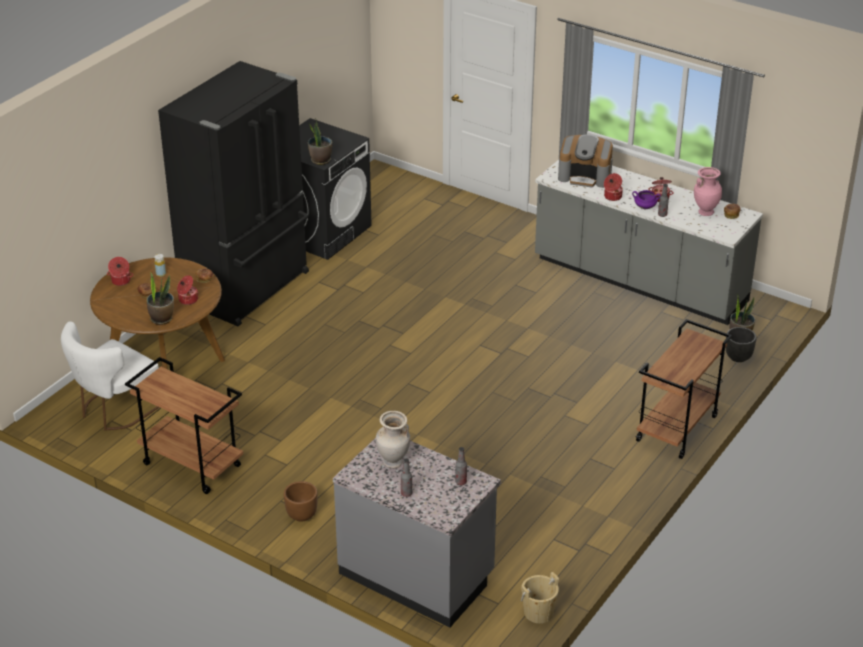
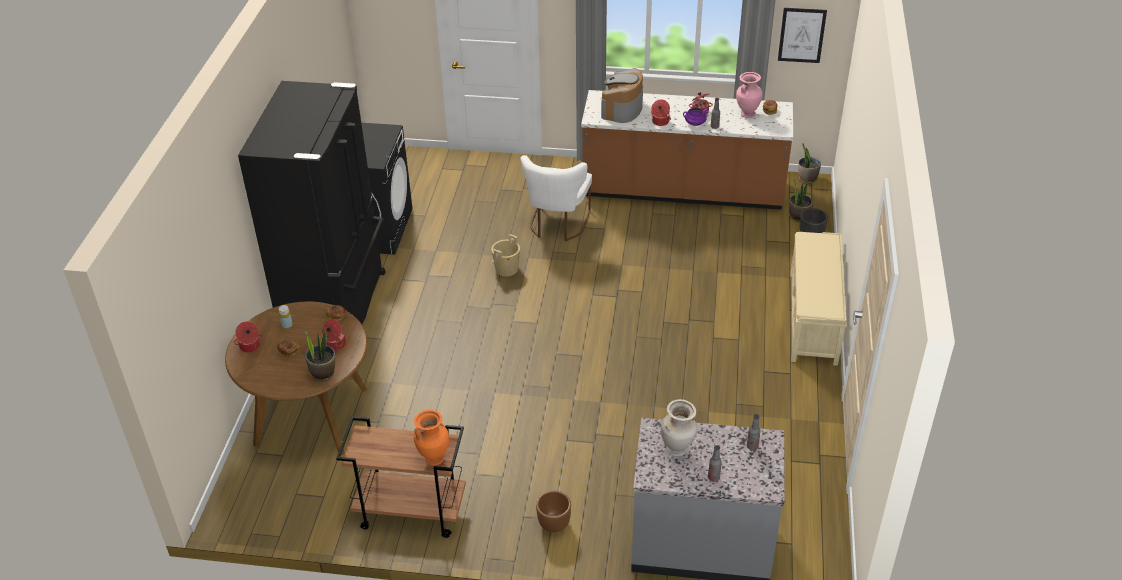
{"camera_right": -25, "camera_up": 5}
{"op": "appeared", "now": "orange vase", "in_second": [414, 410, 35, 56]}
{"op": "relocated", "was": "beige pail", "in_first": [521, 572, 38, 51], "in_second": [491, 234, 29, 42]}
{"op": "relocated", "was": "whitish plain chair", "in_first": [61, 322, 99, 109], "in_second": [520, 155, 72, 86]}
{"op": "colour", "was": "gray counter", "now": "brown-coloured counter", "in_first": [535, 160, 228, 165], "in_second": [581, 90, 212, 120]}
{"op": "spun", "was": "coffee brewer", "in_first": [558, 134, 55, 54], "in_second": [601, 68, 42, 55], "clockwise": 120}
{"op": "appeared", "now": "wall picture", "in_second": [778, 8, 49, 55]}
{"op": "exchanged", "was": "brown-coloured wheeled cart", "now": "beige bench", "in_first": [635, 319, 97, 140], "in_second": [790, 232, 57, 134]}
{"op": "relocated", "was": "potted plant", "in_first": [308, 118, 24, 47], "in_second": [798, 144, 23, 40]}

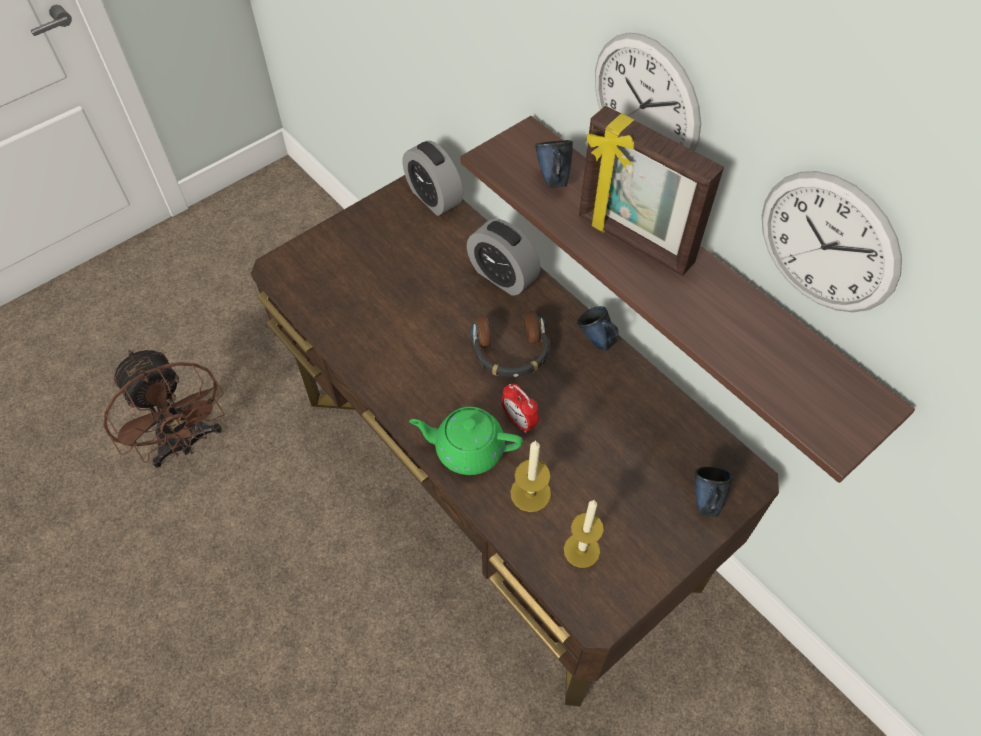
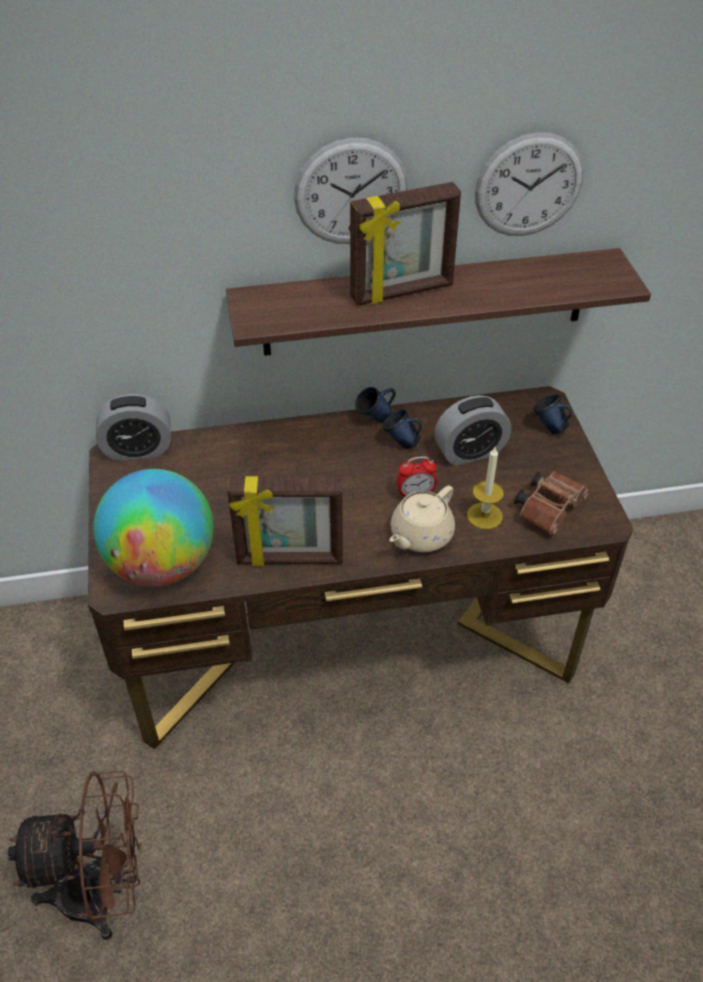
{"camera_right": -60, "camera_up": -10}
{"op": "appeared", "now": "desk globe", "in_second": [93, 469, 121, 118]}
{"op": "appeared", "now": "standing frame", "in_second": [227, 476, 116, 90]}
{"op": "relocated", "was": "blue tea mug", "in_first": [535, 140, 38, 48], "in_second": [382, 409, 41, 40]}
{"op": "colour", "was": "greenish tea pot", "now": "beige tea pot", "in_first": [409, 407, 114, 68], "in_second": [389, 486, 66, 66]}
{"op": "relocated", "was": "alarm clock", "in_first": [467, 219, 74, 77], "in_second": [434, 395, 77, 71]}
{"op": "exchanged", "was": "wax candle", "now": "brown-coloured binoculars", "in_first": [564, 500, 40, 68], "in_second": [514, 471, 75, 64]}
{"op": "missing", "was": "pair of headphones", "in_first": [470, 311, 79, 66]}

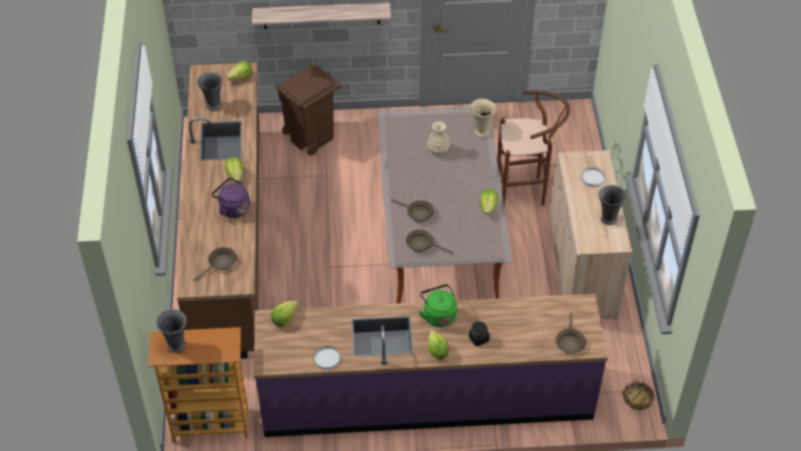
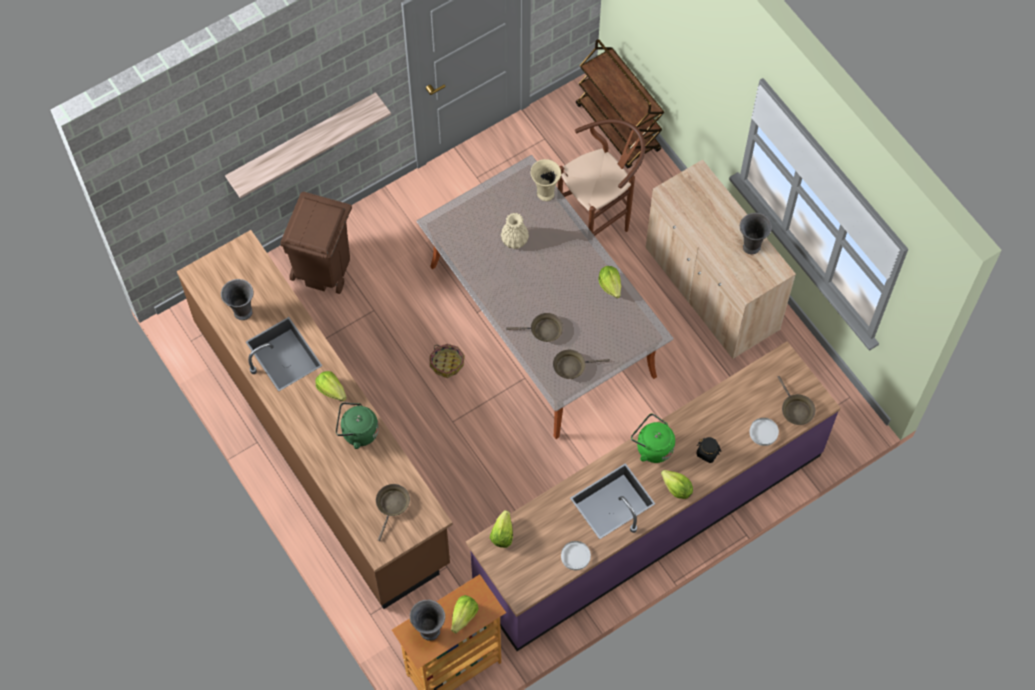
{"camera_right": -30, "camera_up": 15}
{"op": "colour", "was": "purplish tea kettle", "now": "greenish tea kettle", "in_first": [212, 178, 38, 40], "in_second": [336, 402, 43, 47]}
{"op": "relocated", "was": "household basket", "in_first": [622, 380, 33, 30], "in_second": [430, 344, 35, 34]}
{"op": "relocated", "was": "lettuce head", "in_first": [226, 61, 26, 19], "in_second": [451, 595, 28, 39]}
{"op": "appeared", "now": "brown-coloured wheeled cart", "in_second": [576, 39, 88, 130]}
{"op": "relocated", "was": "whitish plate", "in_first": [581, 167, 24, 20], "in_second": [749, 418, 30, 28]}

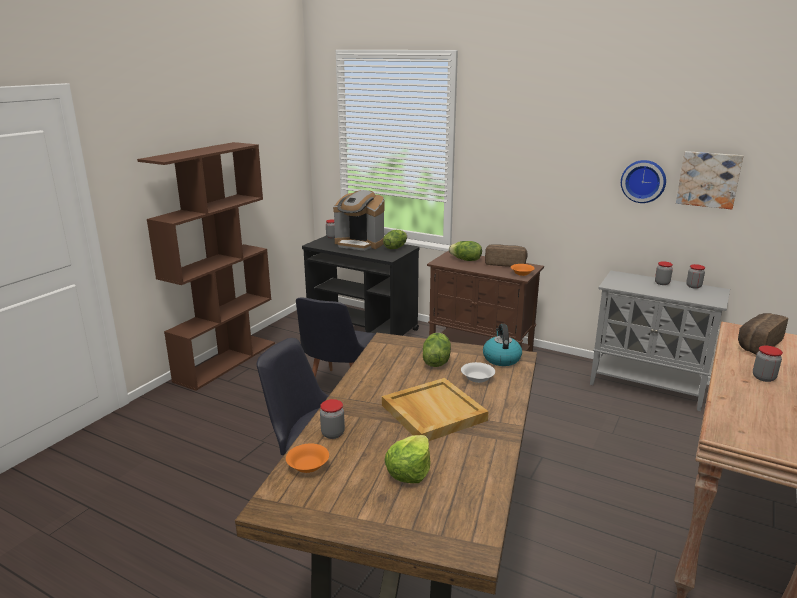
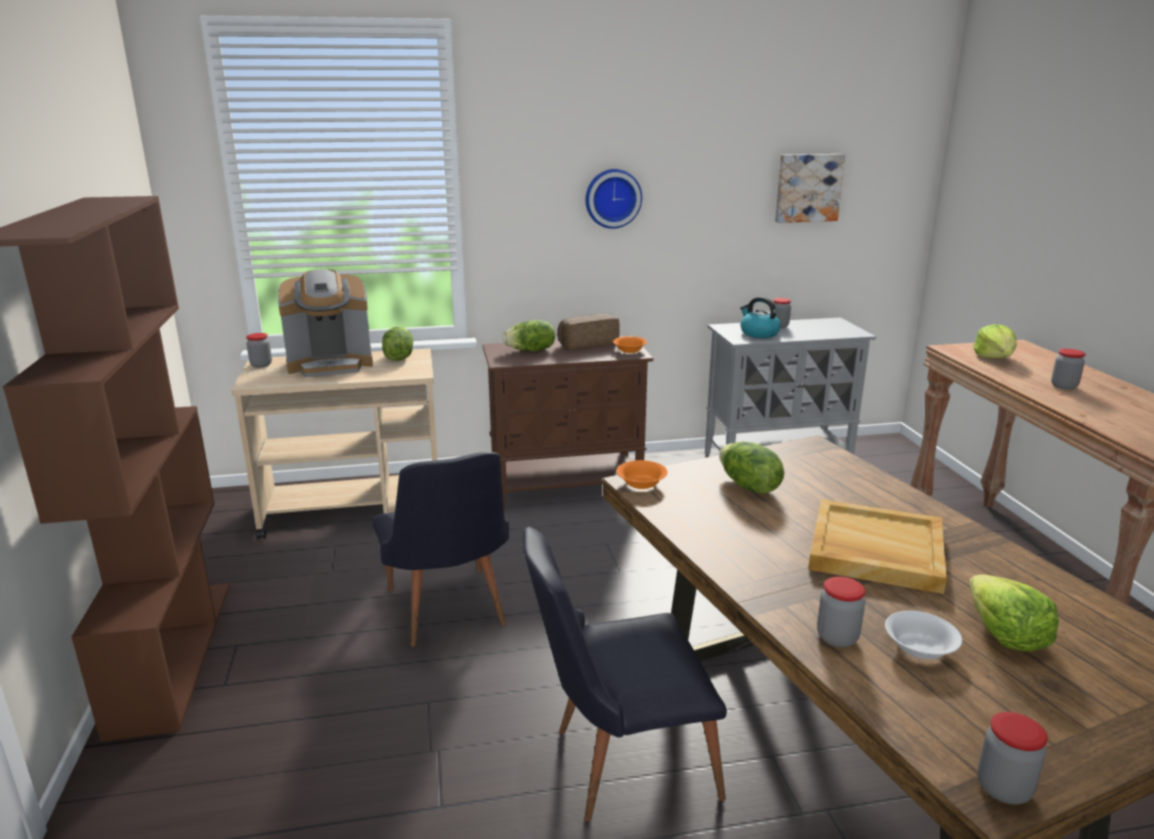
{"camera_right": -40, "camera_up": 0}
{"op": "colour", "was": "black-coloured wheeled cart", "now": "beige wheeled cart", "in_first": [302, 236, 118, 100], "in_second": [231, 349, 207, 190]}
{"op": "relocated", "was": "wall clock", "in_first": [621, 160, 45, 43], "in_second": [586, 169, 56, 60]}
{"op": "relocated", "was": "orange deep dish", "in_first": [286, 444, 43, 29], "in_second": [617, 460, 51, 29]}
{"op": "relocated", "was": "tea kettle", "in_first": [483, 324, 39, 42], "in_second": [740, 297, 41, 41]}
{"op": "relocated", "was": "whitish deep dish", "in_first": [461, 362, 34, 21], "in_second": [885, 611, 77, 49]}
{"op": "exchanged", "was": "bakery bread", "now": "lettuce head", "in_first": [738, 313, 50, 41], "in_second": [973, 324, 44, 34]}
{"op": "relocated", "was": "preserve jar", "in_first": [686, 264, 19, 25], "in_second": [978, 712, 70, 92]}

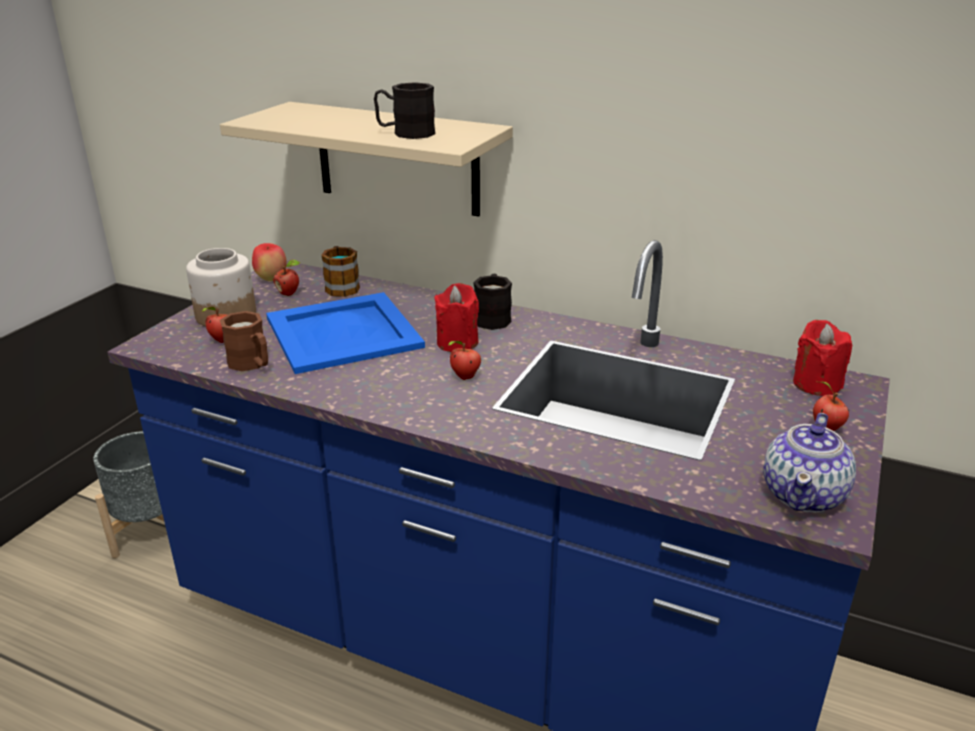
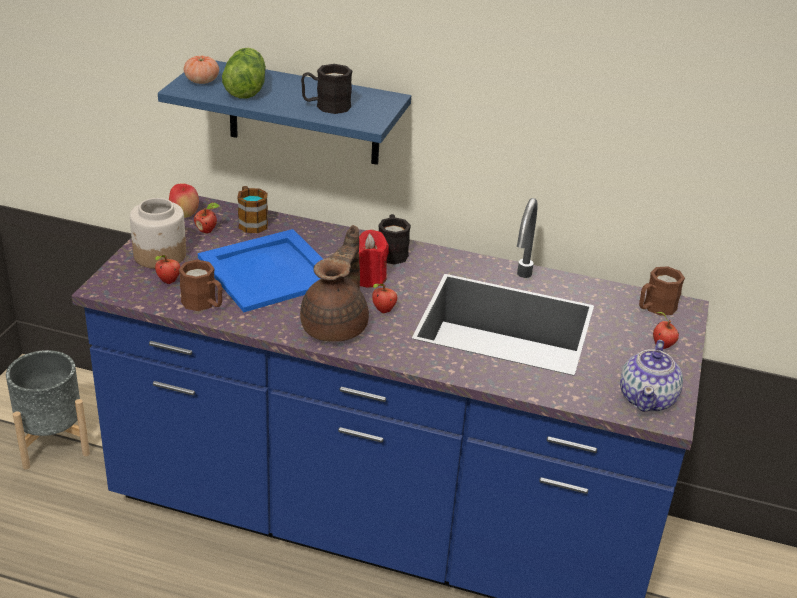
{"camera_right": -10, "camera_up": 5}
{"op": "colour", "was": "beige shelf", "now": "blue shelf", "in_first": [220, 102, 293, 115], "in_second": [158, 60, 253, 105]}
{"op": "appeared", "now": "whole tomato", "in_second": [184, 56, 35, 28]}
{"op": "appeared", "now": "lettuce head", "in_second": [222, 48, 44, 51]}
{"op": "appeared", "now": "brown-coloured tea pot", "in_second": [300, 225, 69, 117]}
{"op": "exchanged", "was": "red-coloured wax candle", "now": "brown-coloured tea mug", "in_first": [793, 320, 59, 76], "in_second": [639, 266, 46, 50]}

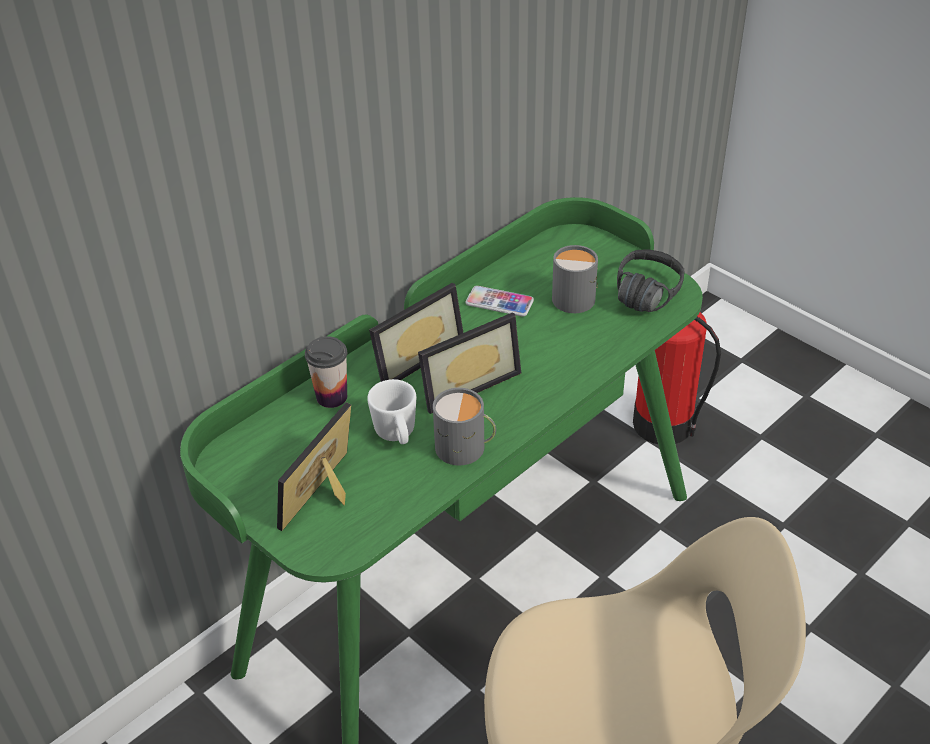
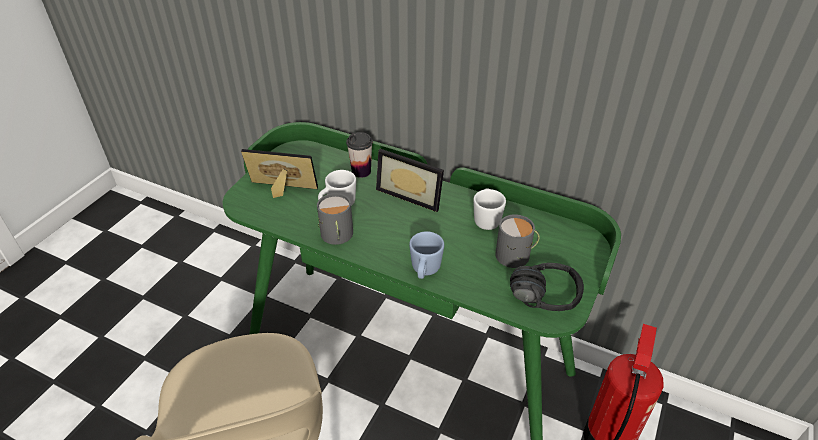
{"camera_right": 70, "camera_up": 0}
{"op": "appeared", "now": "blue tea mug", "in_second": [409, 231, 35, 48]}
{"op": "exchanged", "was": "telephone", "now": "whitish tea mug", "in_first": [466, 286, 68, 30], "in_second": [473, 188, 33, 42]}
{"op": "missing", "was": "standing frame", "in_first": [418, 312, 103, 102]}

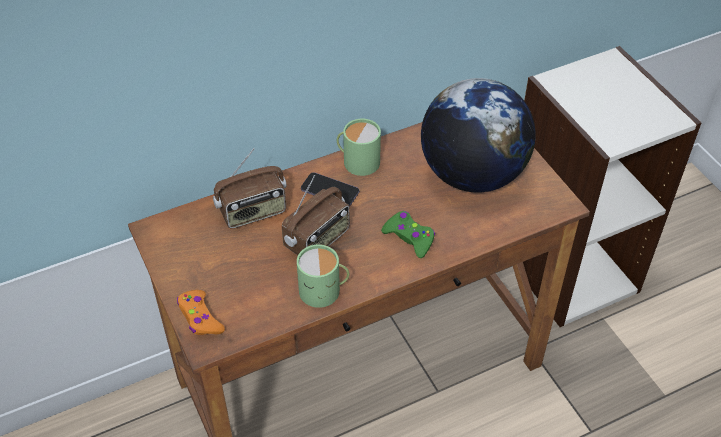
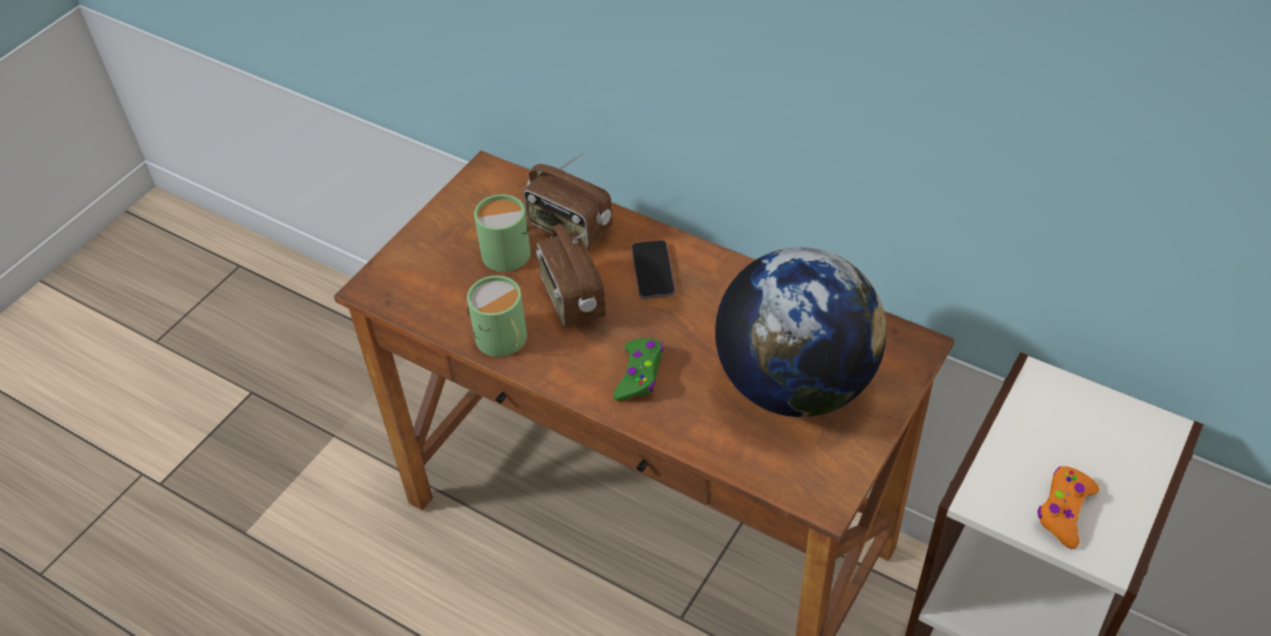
{"camera_right": 60, "camera_up": 0}
{"op": "relocated", "was": "greenish tea mug", "in_first": [337, 119, 44, 57], "in_second": [474, 194, 57, 78]}
{"op": "spun", "was": "radio set", "in_first": [282, 175, 68, 80], "in_second": [536, 224, 70, 103], "clockwise": 60}
{"op": "relocated", "was": "orange joypad", "in_first": [177, 290, 48, 45], "in_second": [1038, 466, 62, 83]}

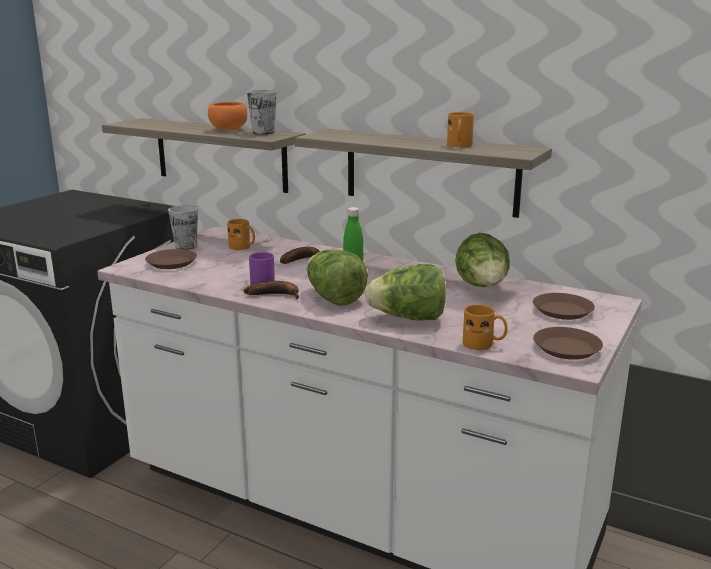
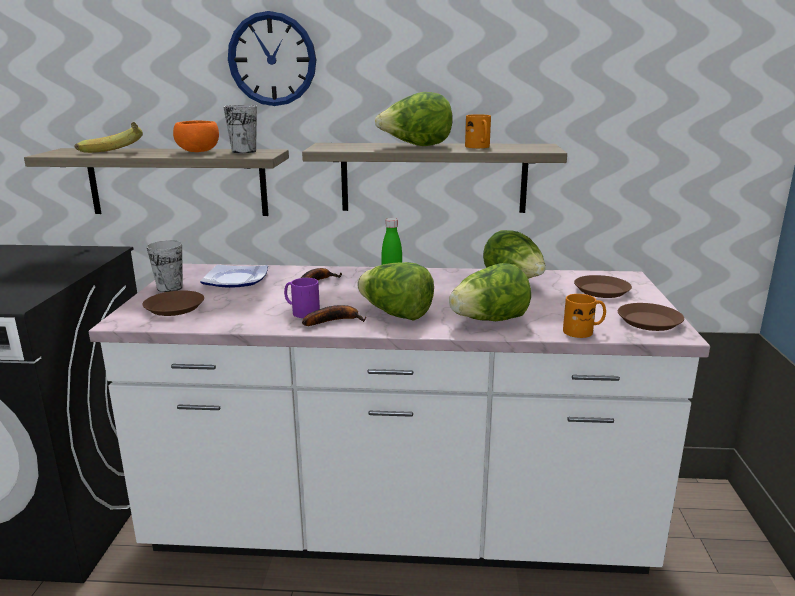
{"camera_right": -25, "camera_up": 0}
{"op": "appeared", "now": "whole banana", "in_second": [75, 122, 68, 31]}
{"op": "exchanged", "was": "orange tea mug", "now": "plate", "in_first": [227, 219, 28, 31], "in_second": [200, 265, 68, 23]}
{"op": "appeared", "now": "wall clock", "in_second": [228, 11, 88, 95]}
{"op": "appeared", "now": "lettuce head", "in_second": [375, 92, 78, 54]}

